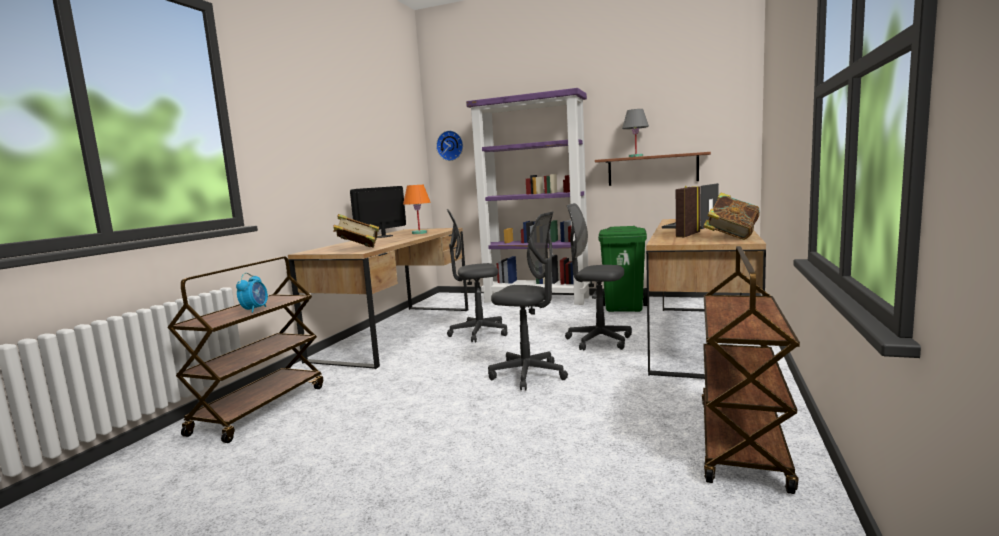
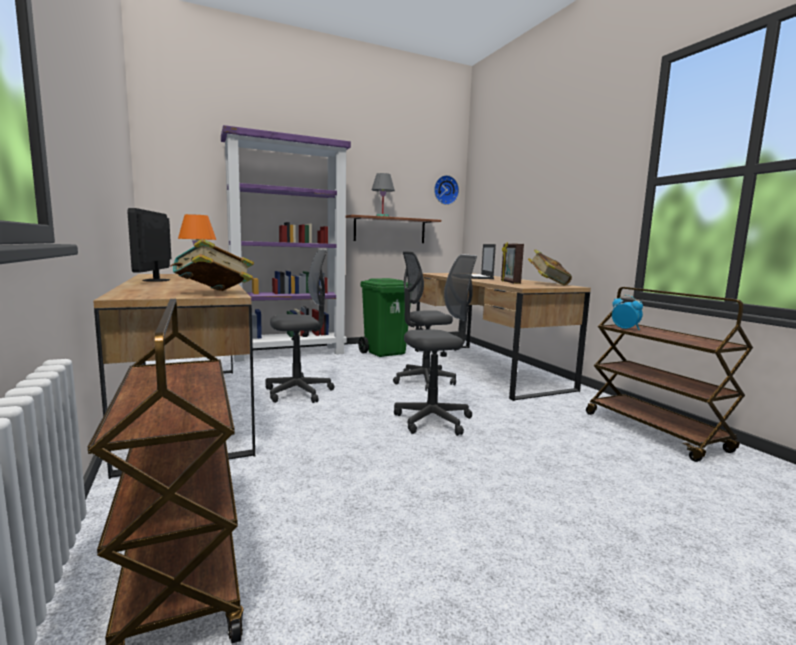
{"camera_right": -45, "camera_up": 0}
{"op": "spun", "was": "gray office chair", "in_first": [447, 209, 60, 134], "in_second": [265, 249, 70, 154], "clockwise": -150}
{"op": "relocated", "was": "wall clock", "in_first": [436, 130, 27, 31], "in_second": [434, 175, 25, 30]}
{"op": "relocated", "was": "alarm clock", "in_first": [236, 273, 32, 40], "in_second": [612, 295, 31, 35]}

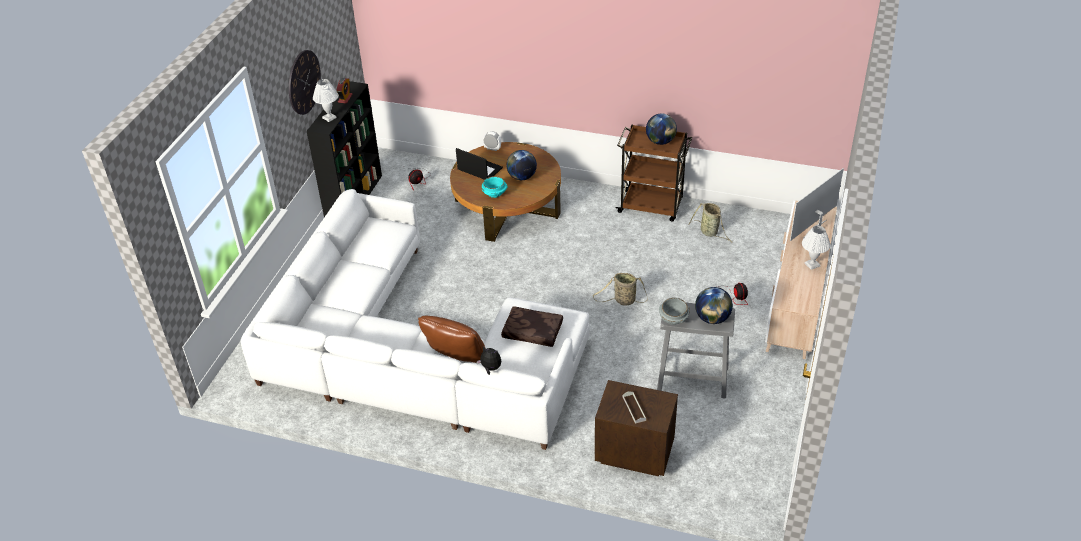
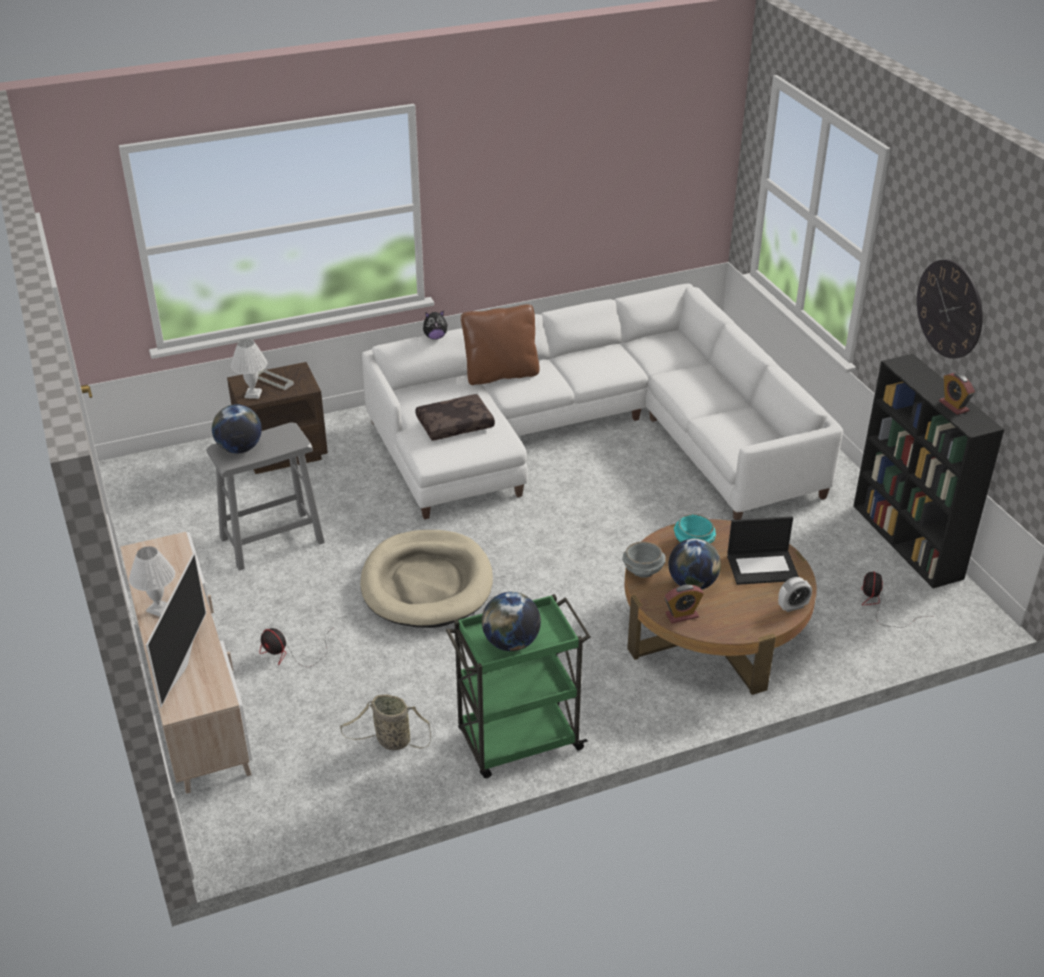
{"camera_right": 140, "camera_up": -5}
{"op": "relocated", "was": "whitish table lamp", "in_first": [313, 79, 26, 43], "in_second": [230, 339, 37, 60]}
{"op": "exchanged", "was": "household basket", "now": "beige pet bed", "in_first": [593, 273, 55, 33], "in_second": [360, 530, 133, 98]}
{"op": "colour", "was": "brown-coloured wheeled cart", "now": "greenish wheeled cart", "in_first": [616, 124, 76, 98], "in_second": [446, 594, 145, 184]}
{"op": "relocated", "was": "gray deep dish", "in_first": [659, 298, 31, 27], "in_second": [622, 542, 44, 36]}
{"op": "appeared", "now": "alarm clock", "in_second": [665, 585, 39, 38]}

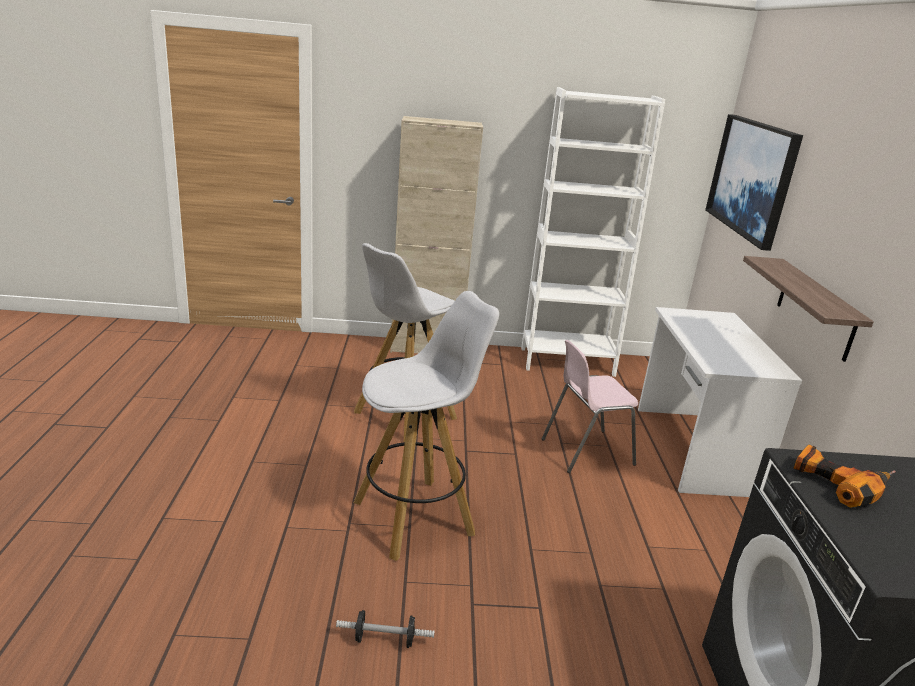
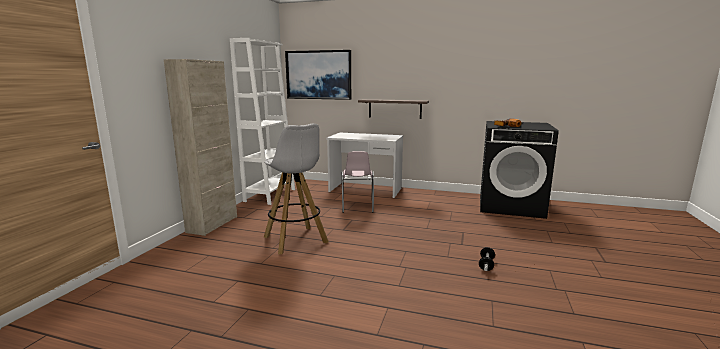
{"camera_right": -70, "camera_up": -10}
{"op": "missing", "was": "whitish sitting stool", "in_first": [354, 291, 145, 270]}

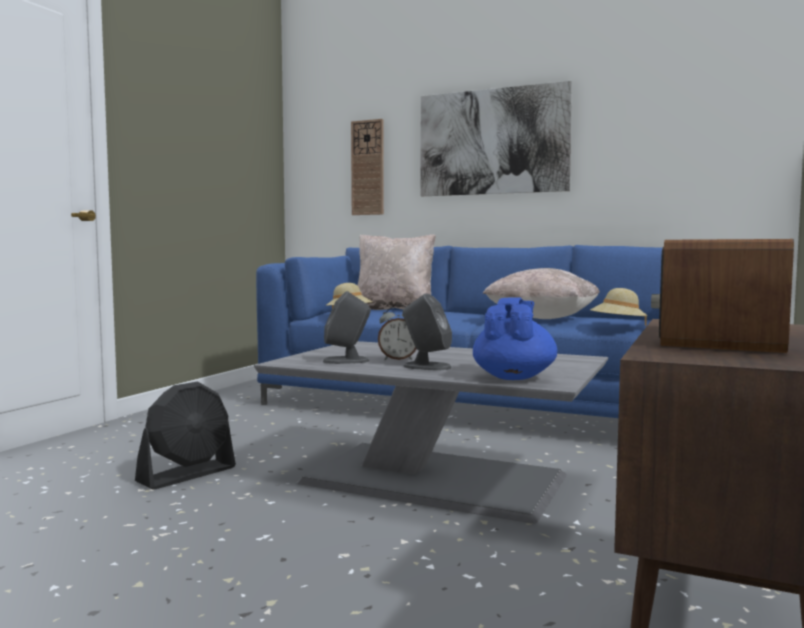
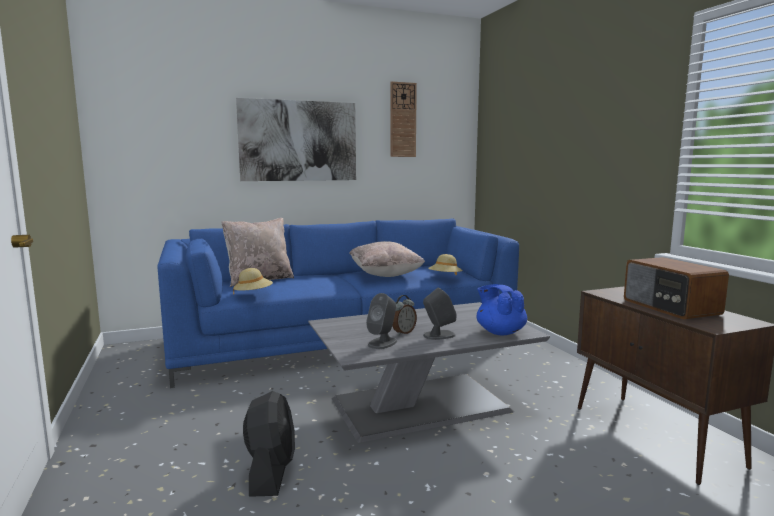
{"camera_right": -45, "camera_up": 5}
{"op": "relocated", "was": "wall clock", "in_first": [351, 119, 33, 96], "in_second": [391, 81, 26, 76]}

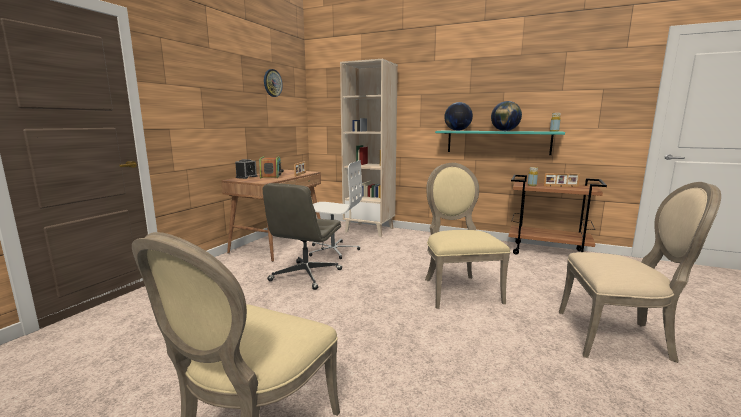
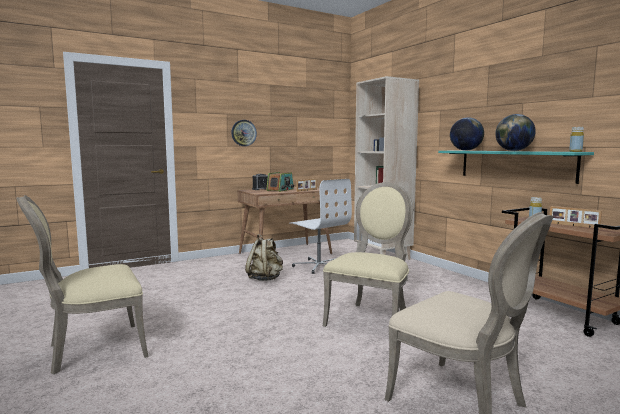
{"camera_right": 35, "camera_up": -5}
{"op": "relocated", "was": "wall clock", "in_first": [264, 69, 19, 28], "in_second": [232, 120, 25, 26]}
{"op": "exchanged", "was": "gray office chair", "now": "beige rucksack", "in_first": [263, 183, 79, 107], "in_second": [245, 234, 38, 47]}

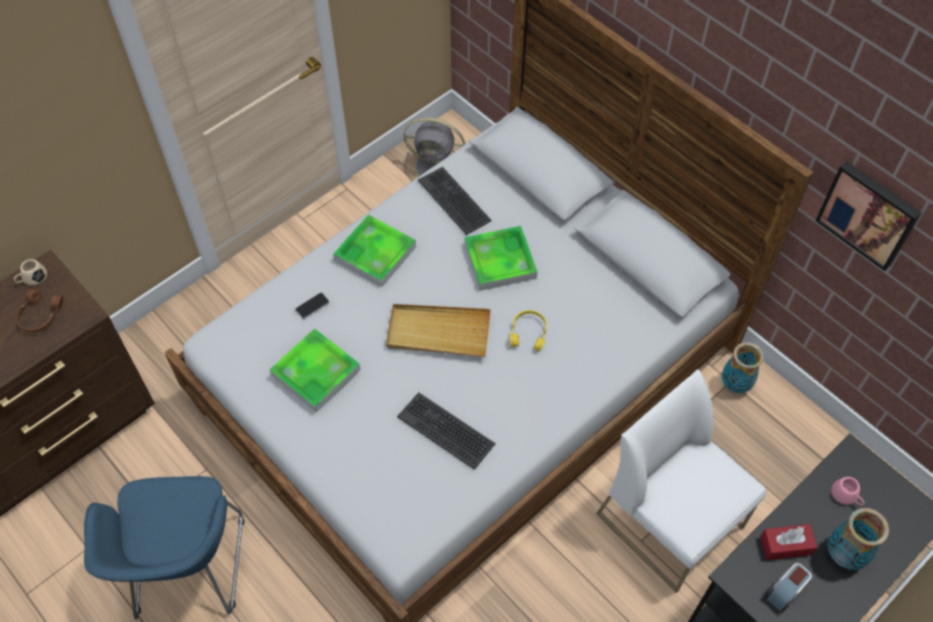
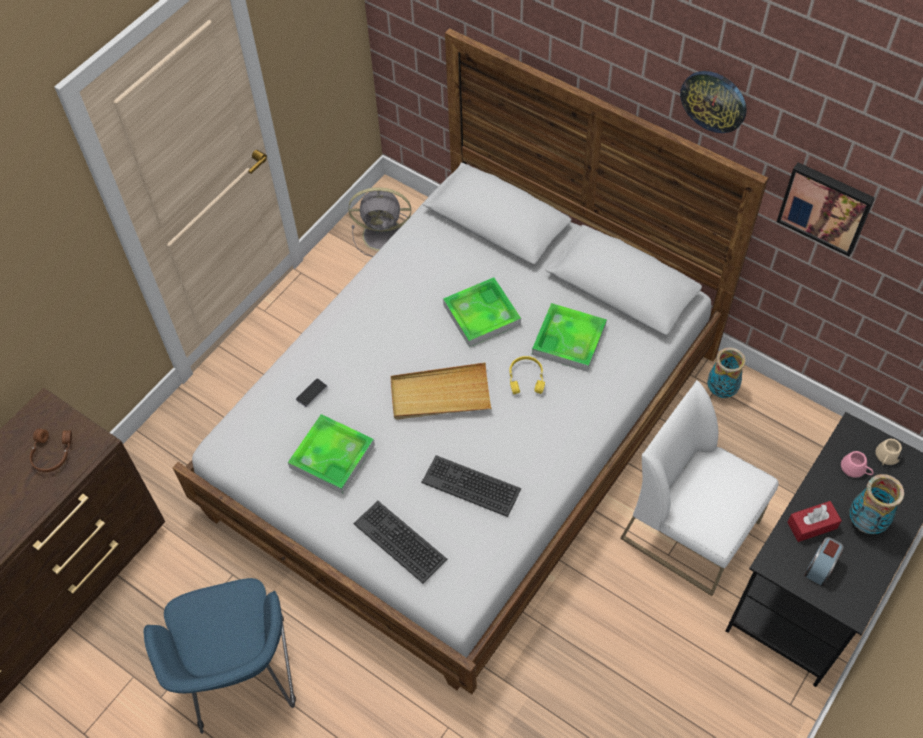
{"camera_right": -10, "camera_up": 0}
{"op": "relocated", "was": "PC keyboard", "in_first": [418, 167, 73, 68], "in_second": [353, 501, 95, 83]}
{"op": "relocated", "was": "serving tray", "in_first": [333, 215, 83, 72], "in_second": [532, 303, 75, 69]}
{"op": "appeared", "now": "wall clock", "in_second": [680, 71, 67, 62]}
{"op": "relocated", "was": "beige tea mug", "in_first": [14, 259, 33, 27], "in_second": [875, 439, 27, 26]}

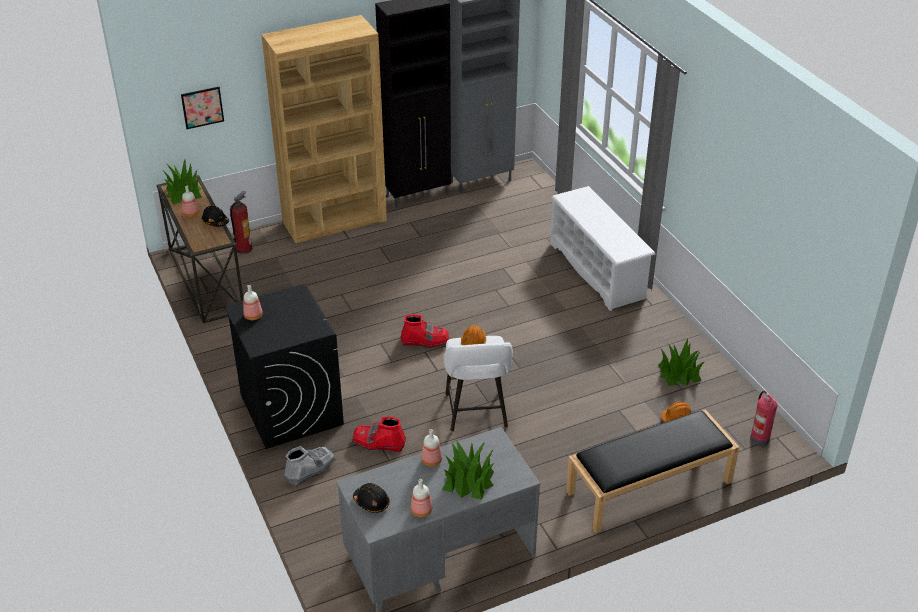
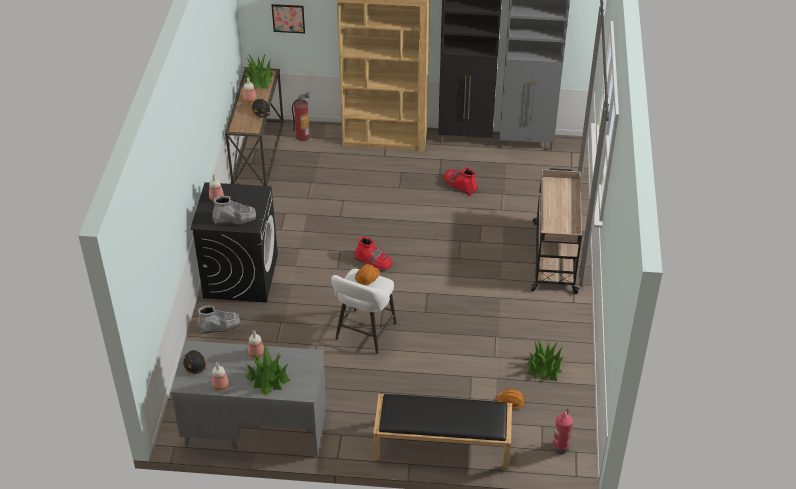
{"camera_right": 30, "camera_up": 5}
{"op": "appeared", "now": "gray tall boot", "in_second": [212, 196, 44, 29]}
{"op": "relocated", "was": "red-coloured tall boot", "in_first": [353, 416, 53, 36], "in_second": [443, 167, 35, 28]}
{"op": "exchanged", "was": "whitish shoe stand", "now": "beige wheeled cart", "in_first": [550, 186, 105, 125], "in_second": [530, 168, 52, 126]}

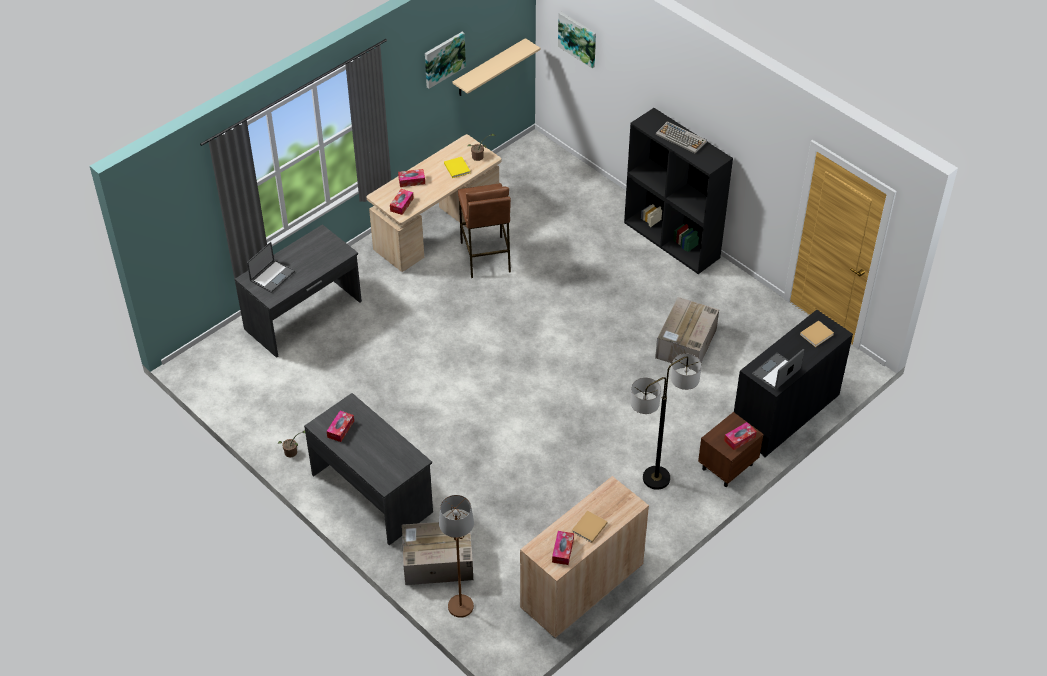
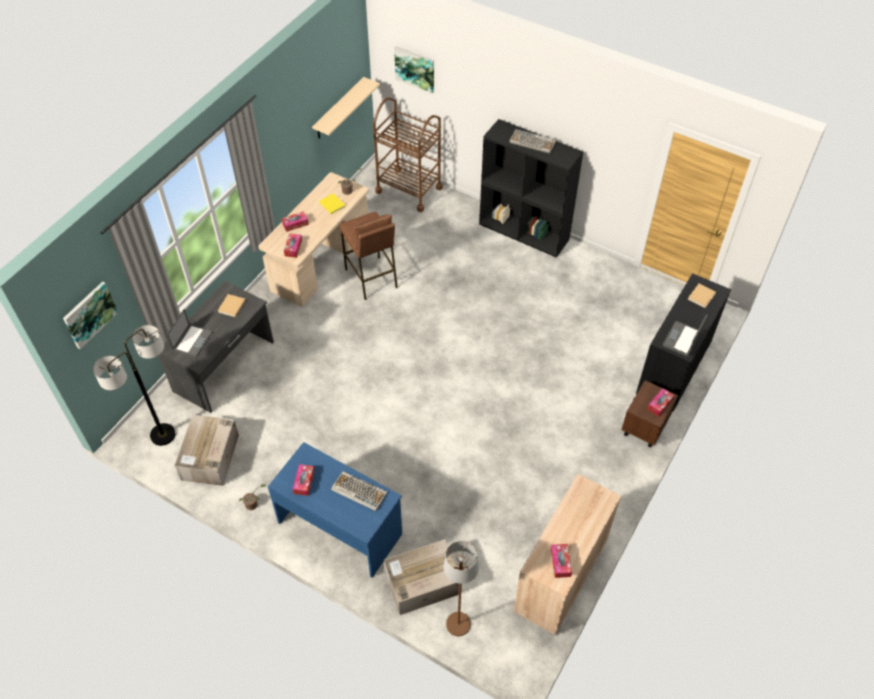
{"camera_right": -15, "camera_up": 5}
{"op": "relocated", "was": "wall picture", "in_first": [425, 32, 41, 57], "in_second": [63, 282, 55, 67]}
{"op": "relocated", "was": "standing lamp", "in_first": [630, 354, 71, 136], "in_second": [93, 325, 82, 121]}
{"op": "relocated", "was": "packing box", "in_first": [655, 297, 64, 73], "in_second": [174, 414, 65, 72]}
{"op": "relocated", "was": "beige book", "in_first": [572, 510, 36, 33], "in_second": [218, 294, 28, 23]}
{"op": "colour", "was": "gray desk unit", "now": "blue desk unit", "in_first": [304, 393, 129, 152], "in_second": [268, 442, 134, 136]}
{"op": "appeared", "now": "PC keyboard", "in_second": [331, 471, 57, 40]}
{"op": "appeared", "now": "brown-coloured wheeled cart", "in_second": [373, 97, 70, 115]}

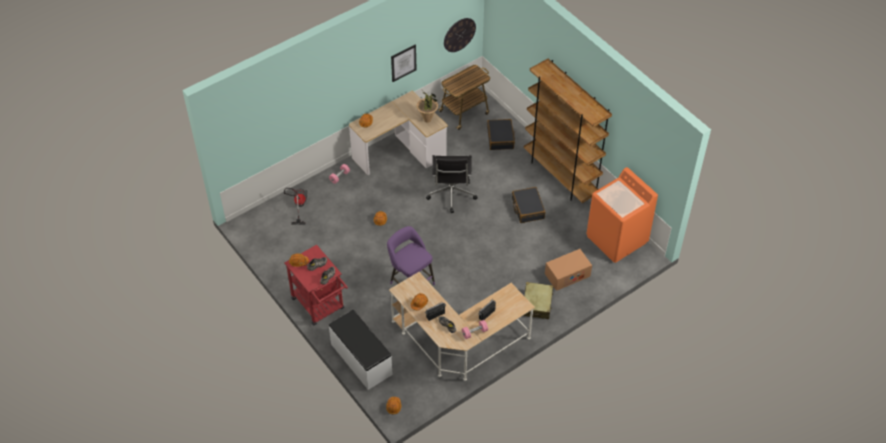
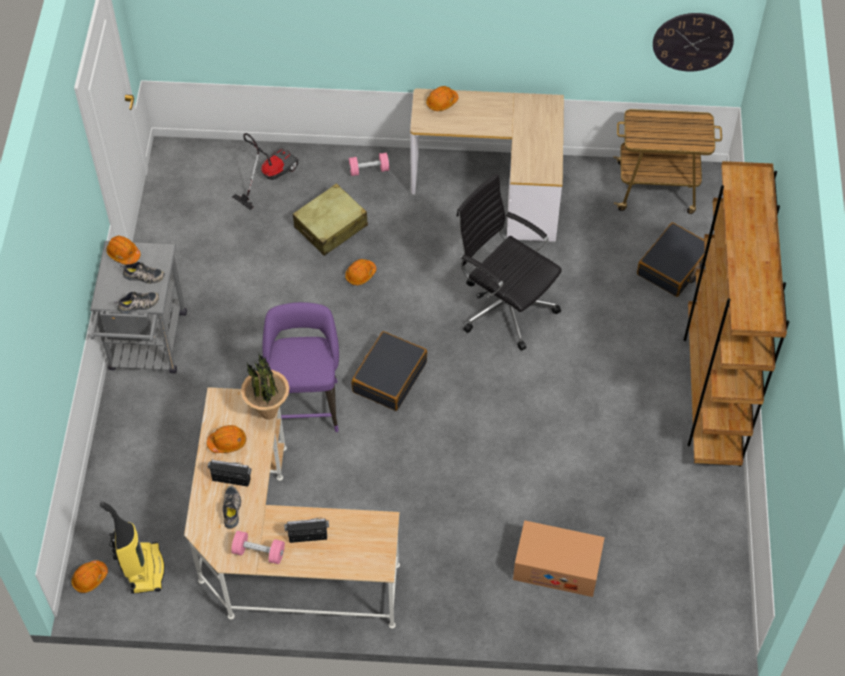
{"camera_right": 40, "camera_up": 5}
{"op": "colour", "was": "red-coloured wheeled cart", "now": "gray wheeled cart", "in_first": [284, 245, 64, 81], "in_second": [90, 241, 97, 133]}
{"op": "appeared", "now": "vacuum cleaner", "in_second": [100, 501, 65, 93]}
{"op": "relocated", "was": "potted plant", "in_first": [417, 91, 21, 32], "in_second": [241, 354, 48, 66]}
{"op": "relocated", "was": "beige suitcase", "in_first": [523, 282, 30, 37], "in_second": [293, 183, 75, 73]}
{"op": "relocated", "was": "black-coloured suitcase", "in_first": [512, 187, 33, 36], "in_second": [352, 331, 75, 80]}
{"op": "spun", "was": "black-coloured office chair", "in_first": [426, 155, 51, 58], "in_second": [456, 174, 106, 177], "clockwise": 90}
{"op": "missing", "was": "whitish bench", "in_first": [328, 310, 65, 80]}
{"op": "missing", "was": "wall picture", "in_first": [391, 45, 26, 37]}
{"op": "missing", "was": "orange washing machine", "in_first": [586, 167, 72, 96]}

